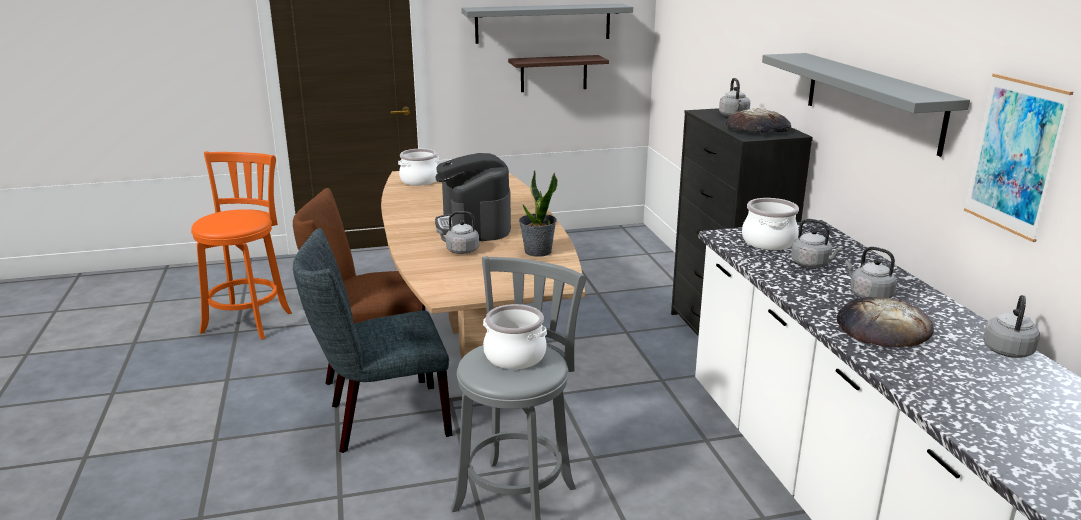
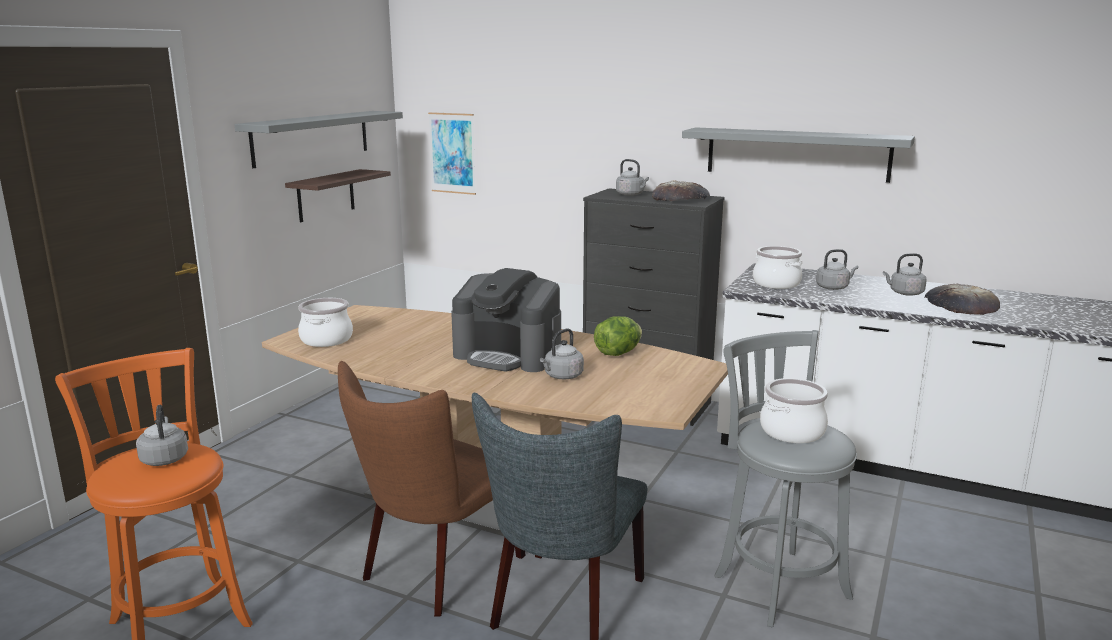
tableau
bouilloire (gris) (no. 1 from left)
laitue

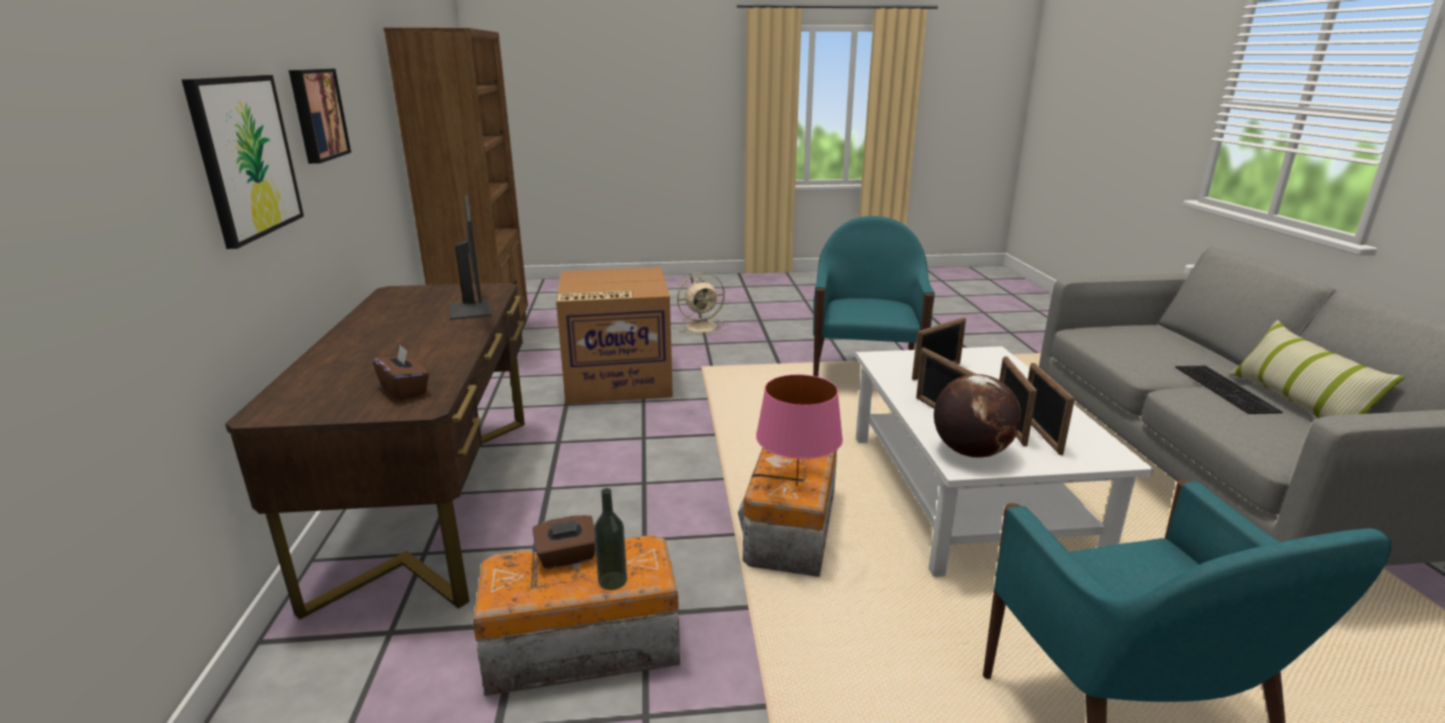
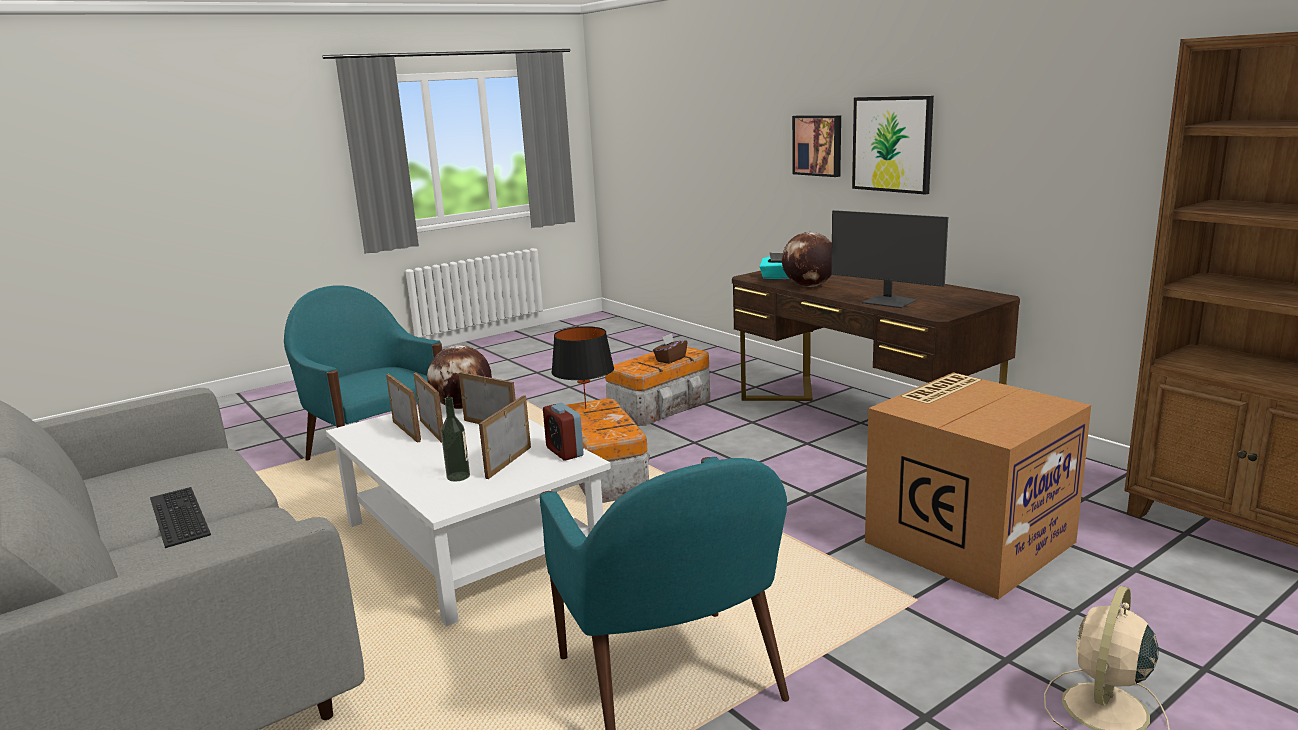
coussin
réveil
globe (no. 2 from left)
tableau (no. 1 from left)
bouteille
boîte à mouchoirs (turquoise)
lampe de table (noir)

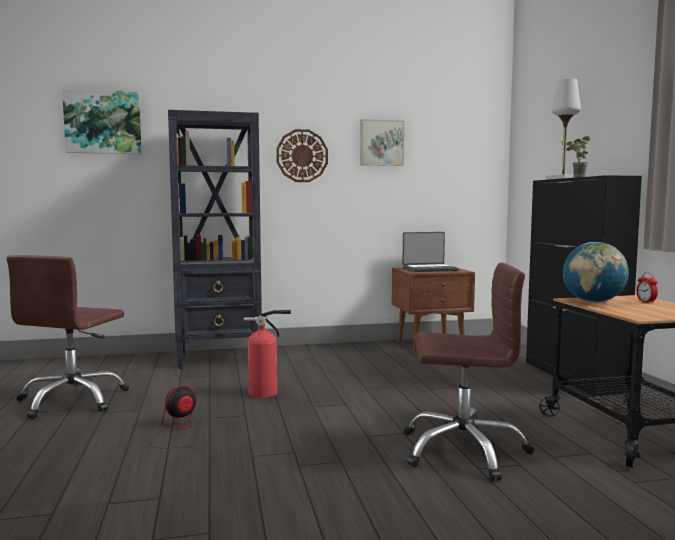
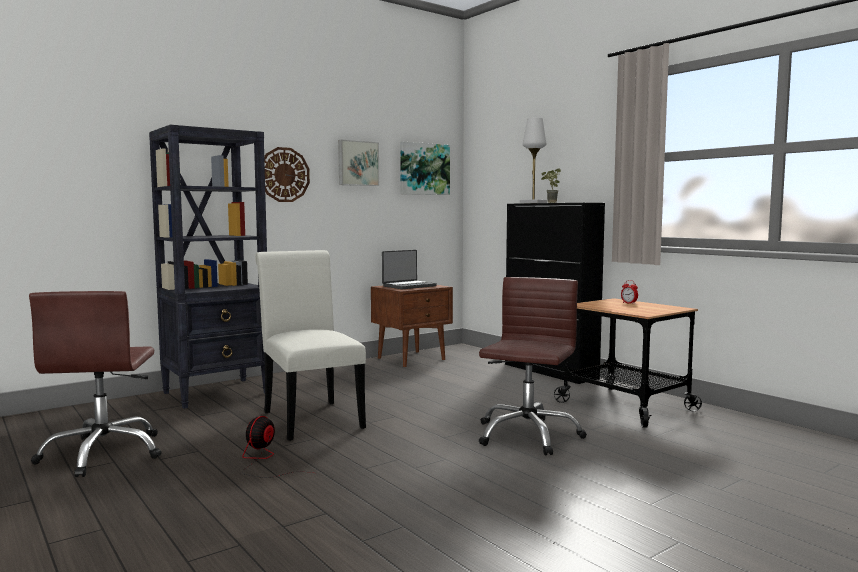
globe
tableau (no. 2 from left)
chaise (blanc)
chaise de bureau (marron) (no. 2 from left)

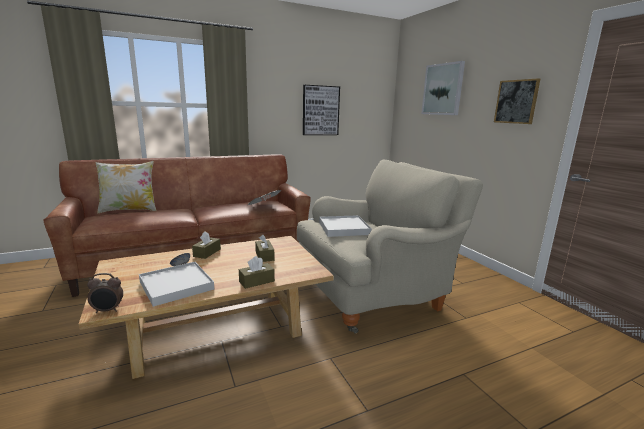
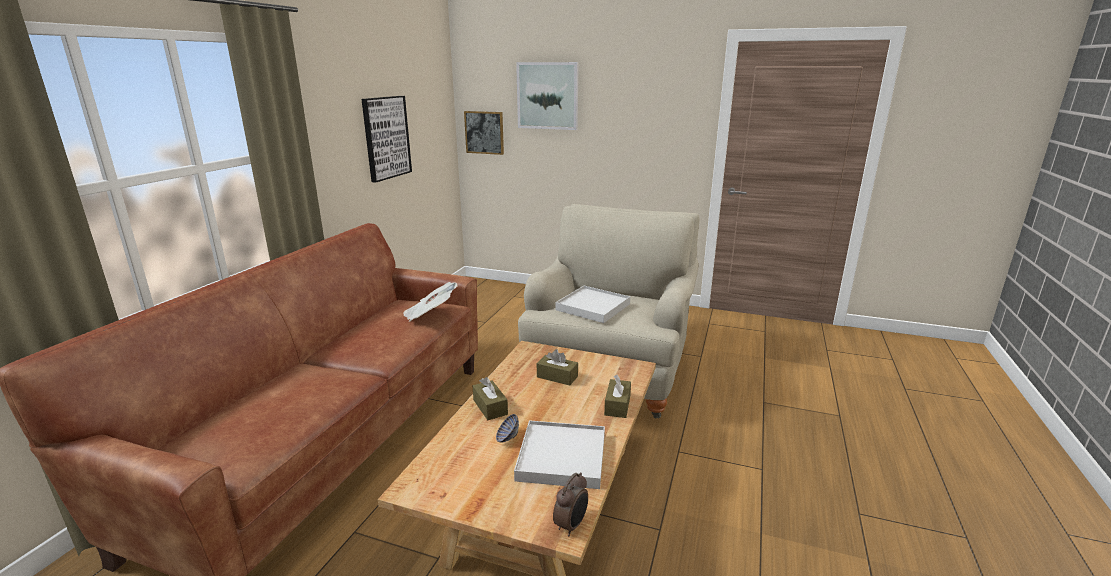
coussin
tableau (no. 2 from left)

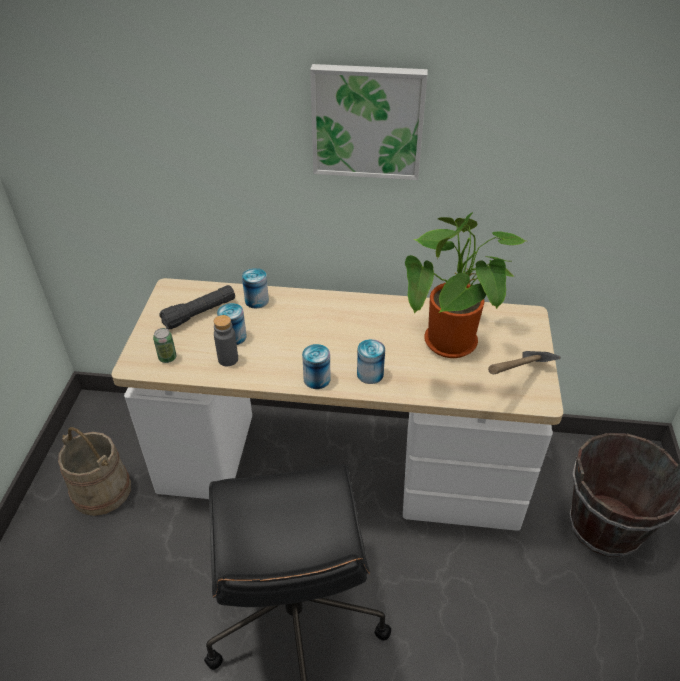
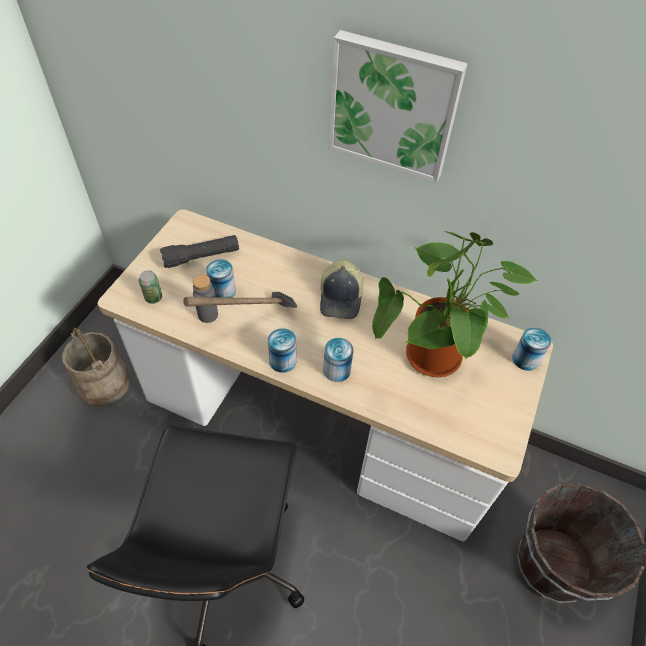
casquette
boîte métallique (no. 5 from left)
marteau

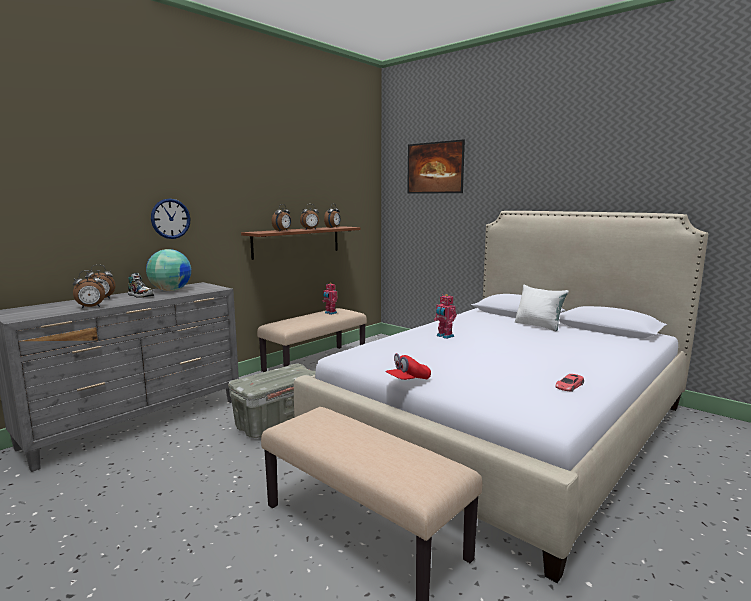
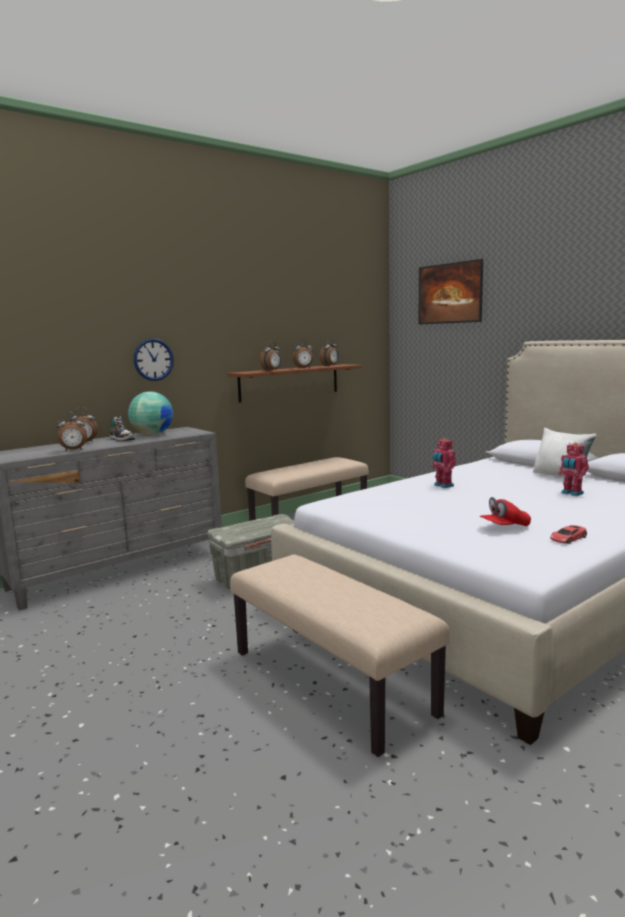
robot jouet (no. 2 from left)
casquette (rouge)

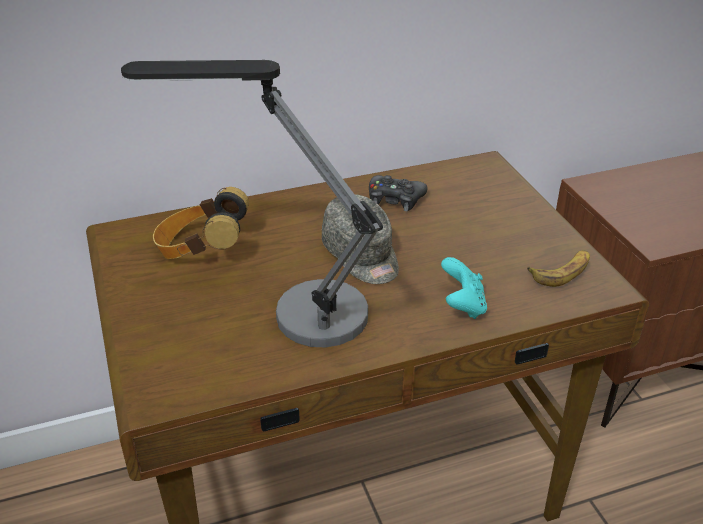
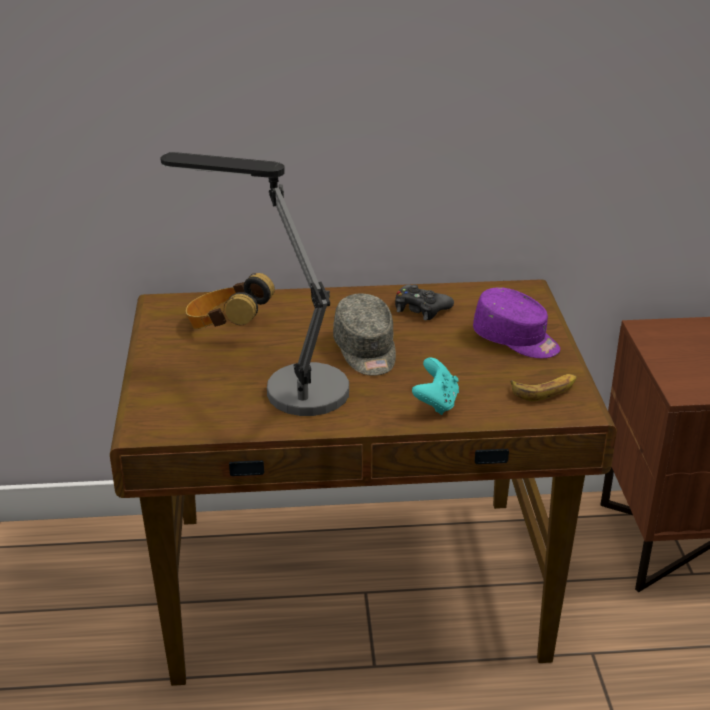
casquette (violet)

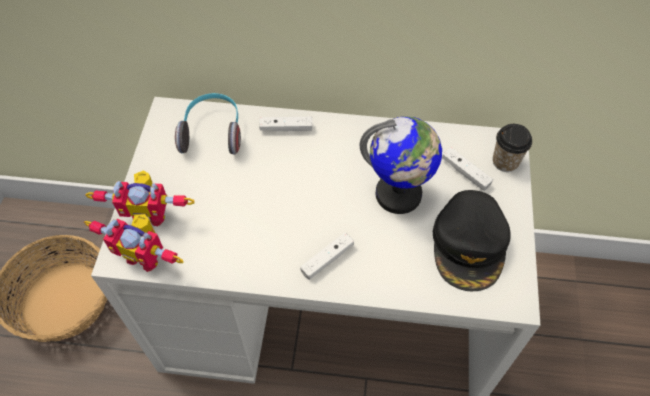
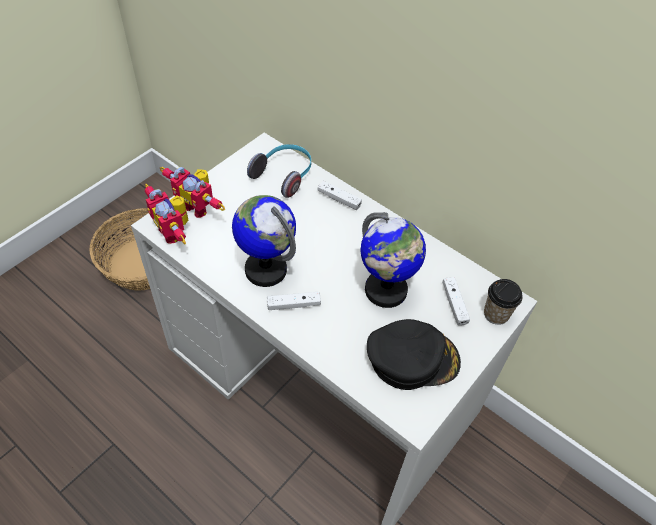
globe (no. 1 from left)
casquette (noir)

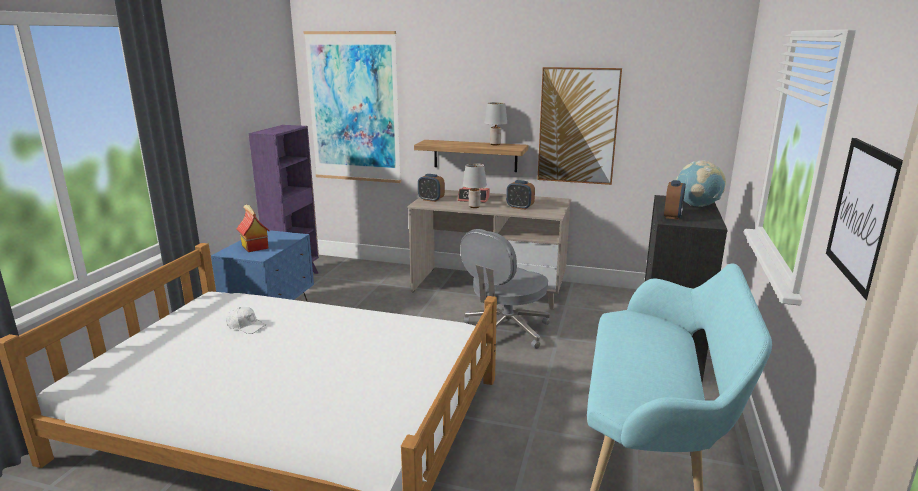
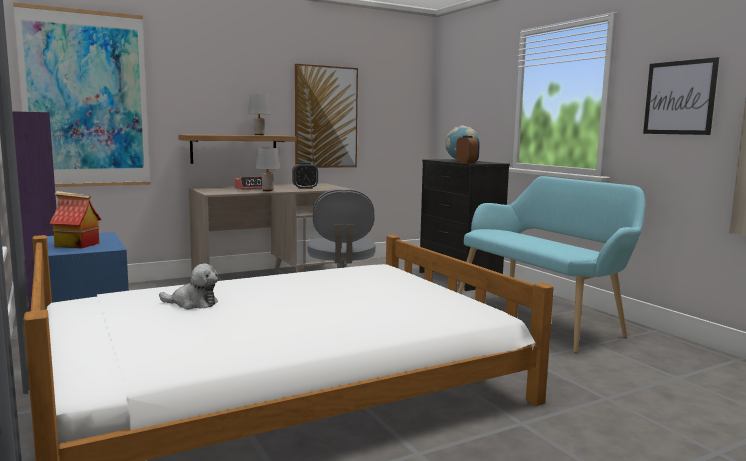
réveil (no. 1 from left in the first image)
peluche

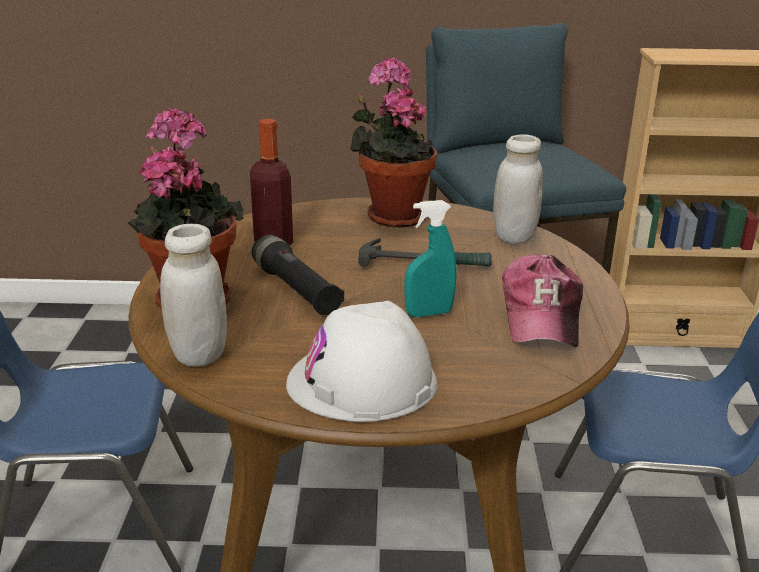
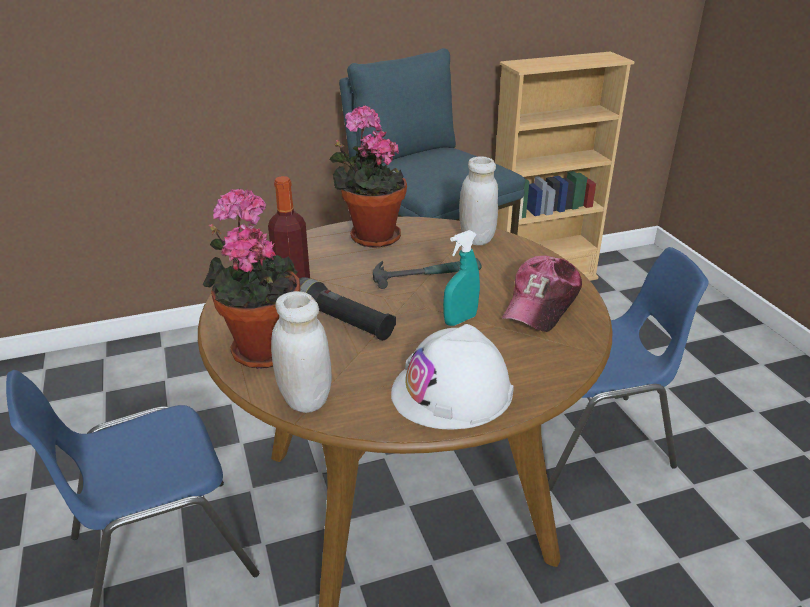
casquette

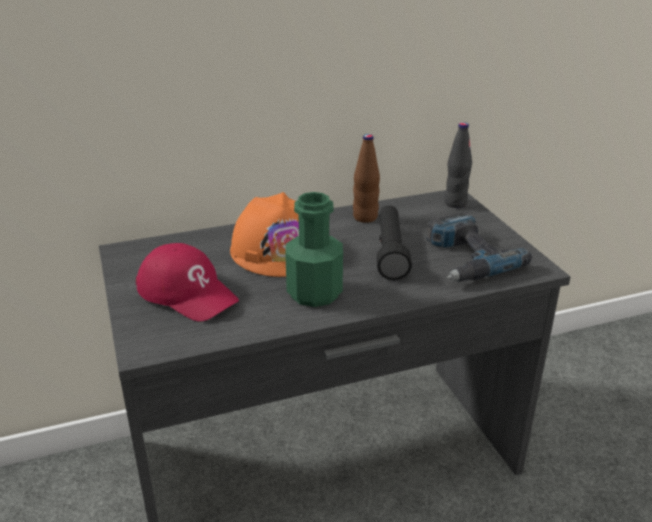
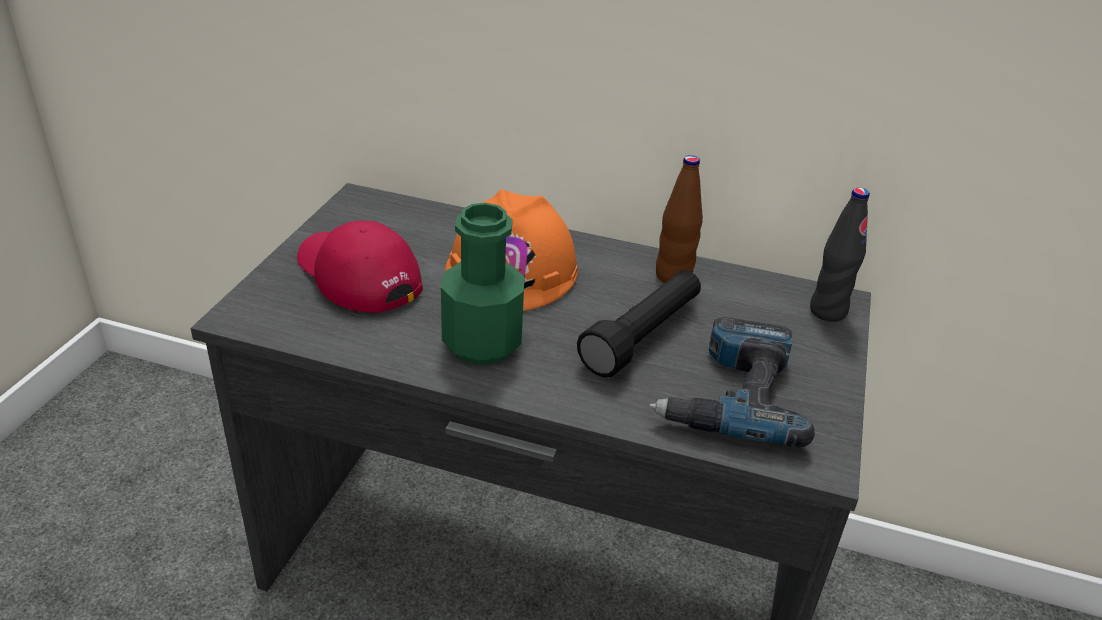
casquette (rouge)

